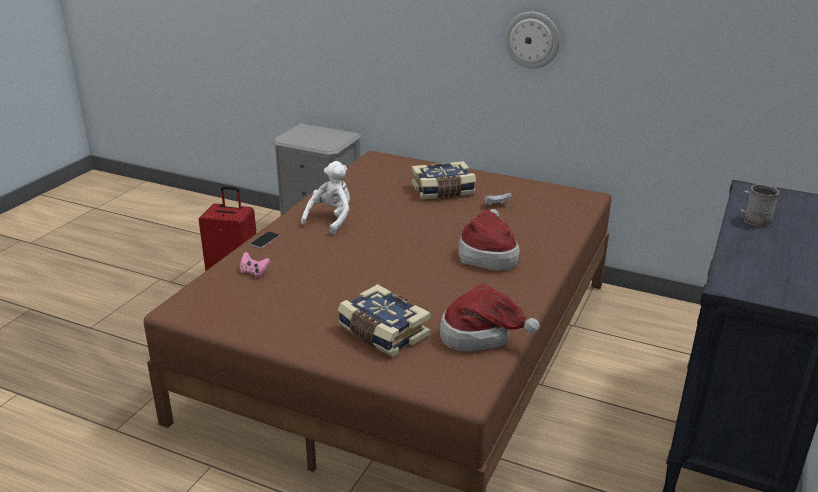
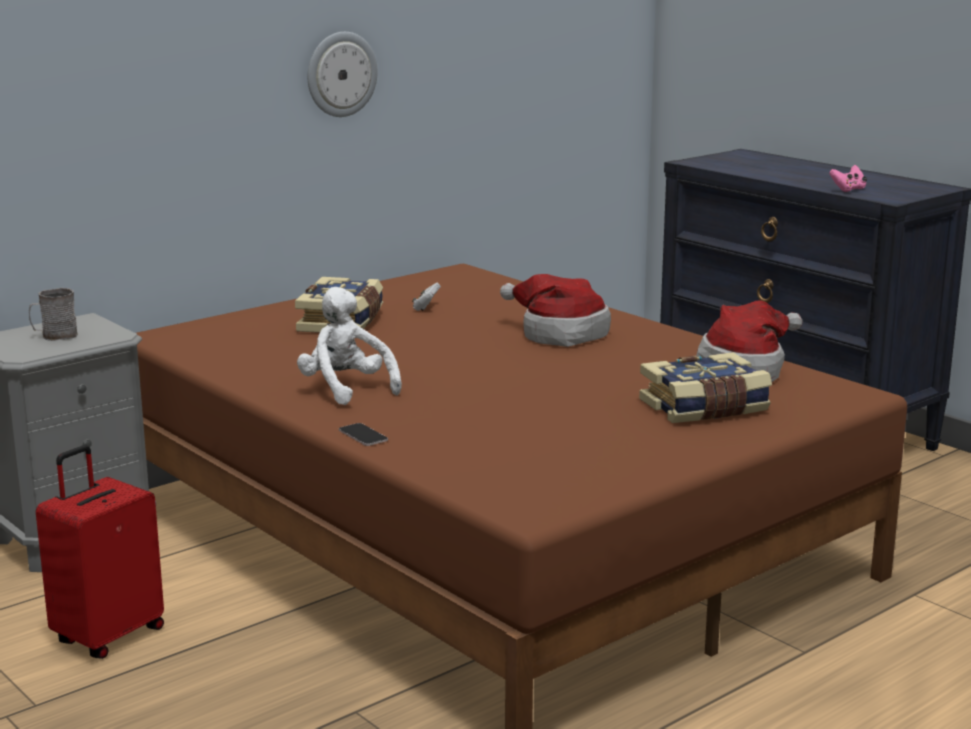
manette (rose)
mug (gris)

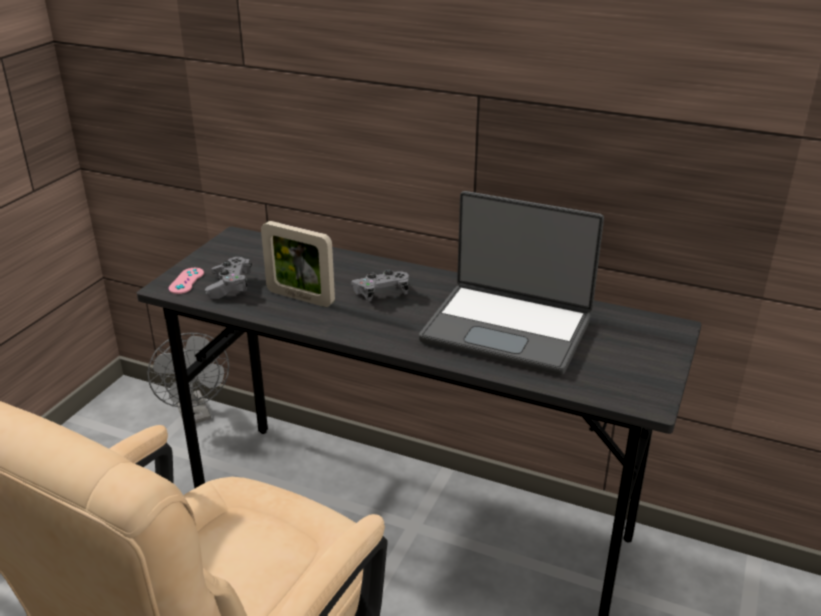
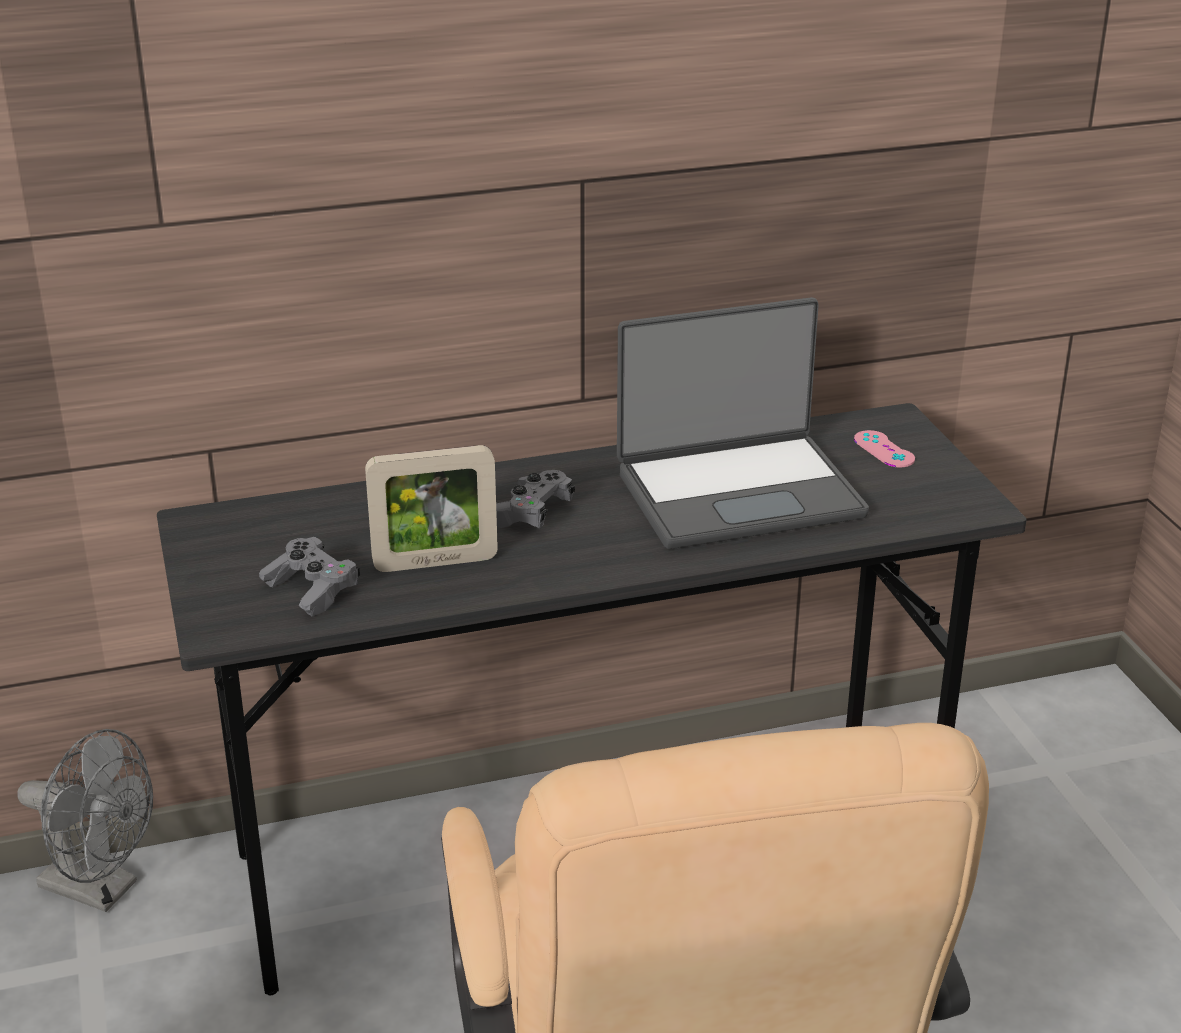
manette (rose)

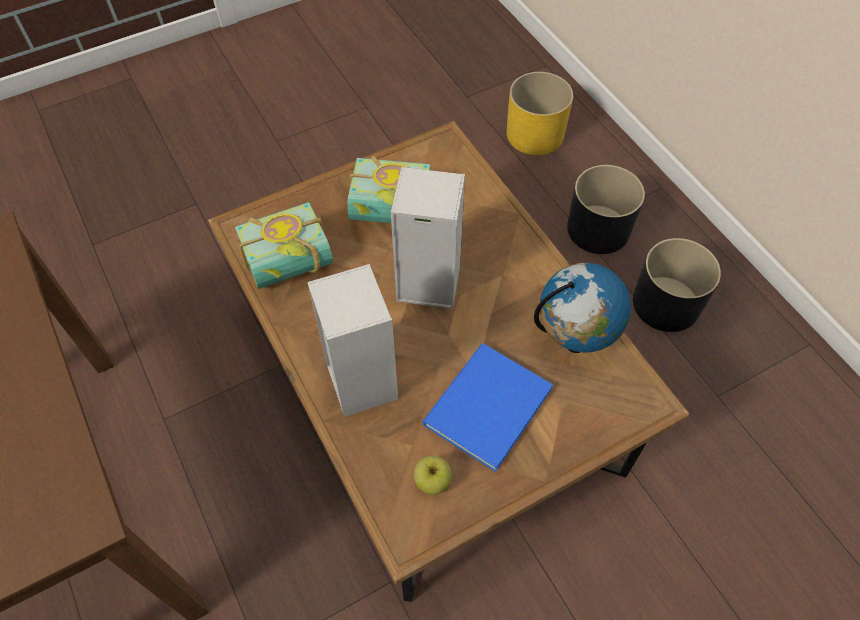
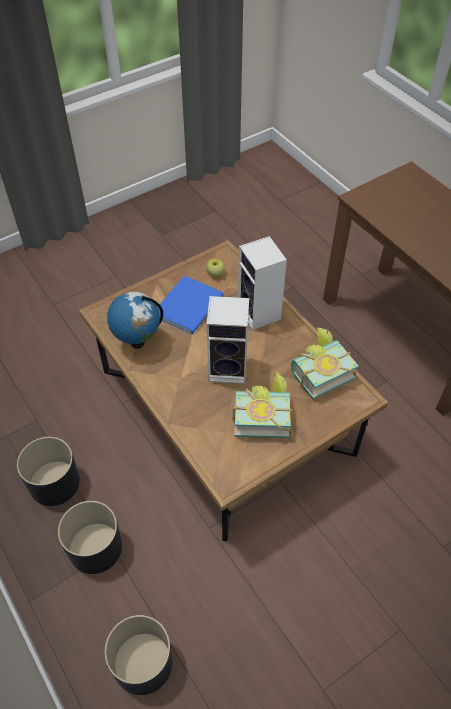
cache-pot (noir) (no. 3 from left)

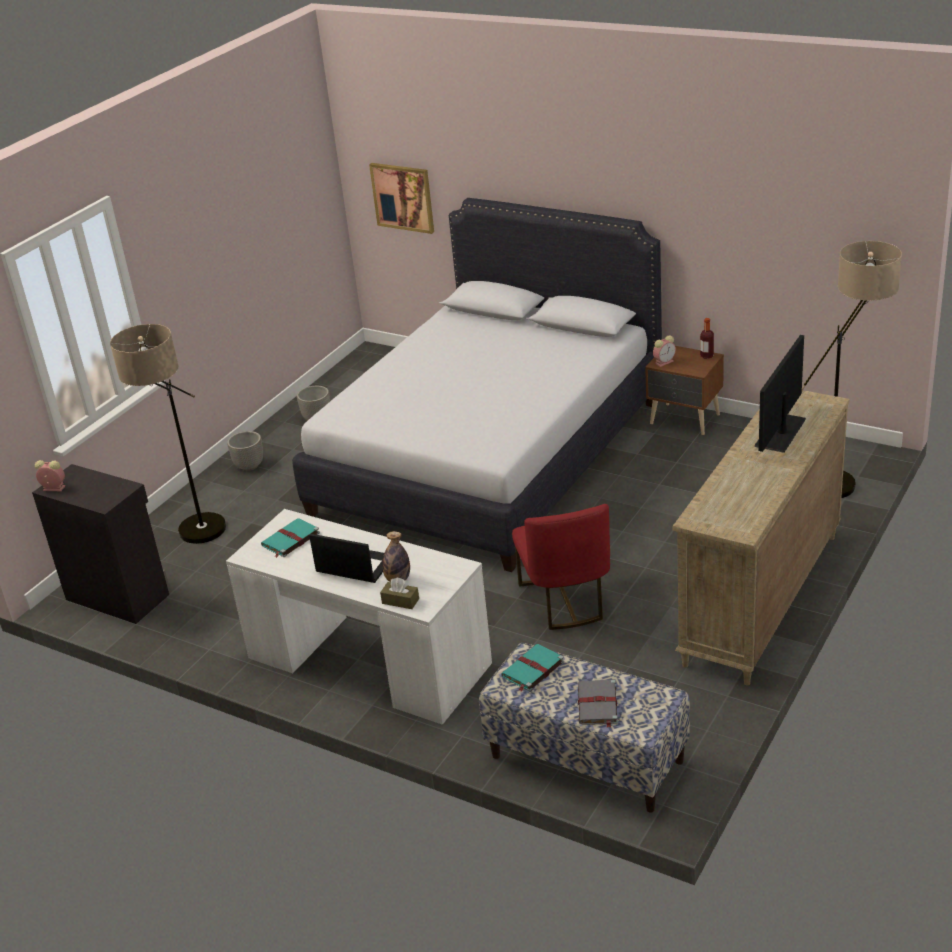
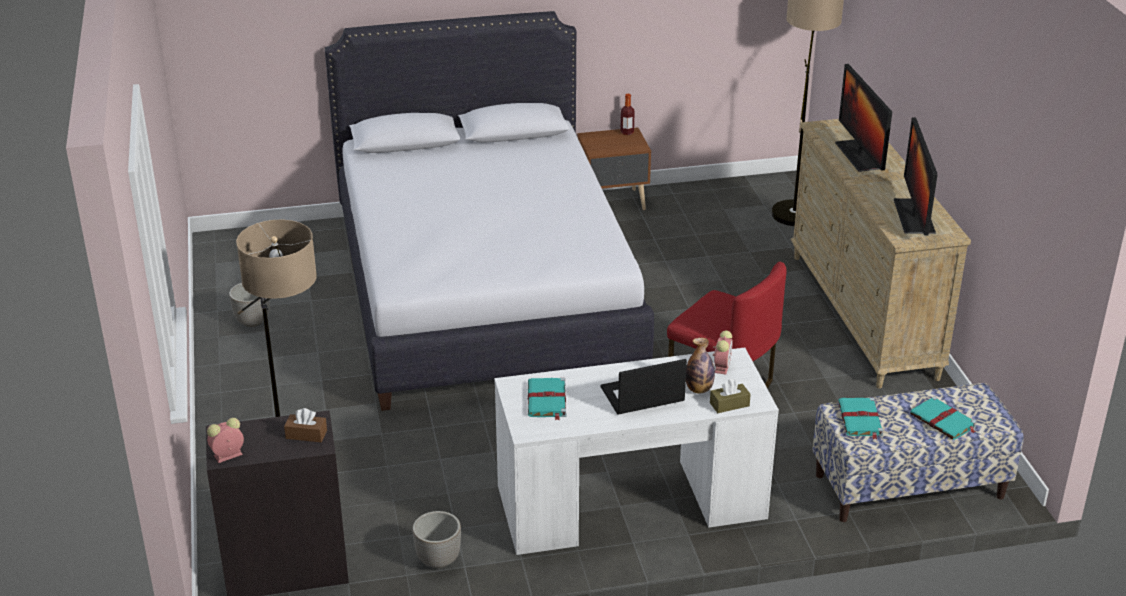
tableau
boîte à mouchoirs (marron) (no. 1 from left)
écran d'ordinateur (no. 2 from left)
cache-pot (no. 2 from left)
réveil (no. 2 from left)
livre (turquoise) (no. 3 from left)

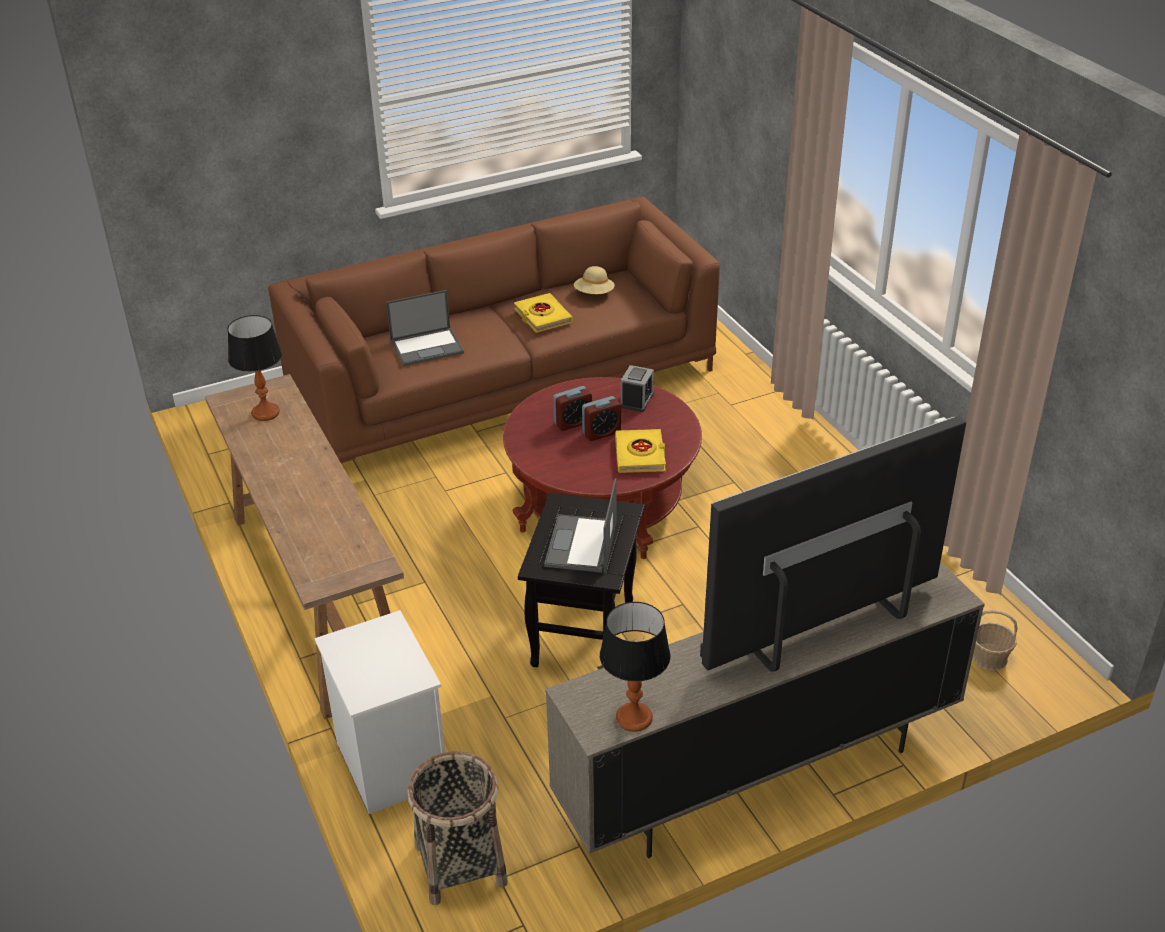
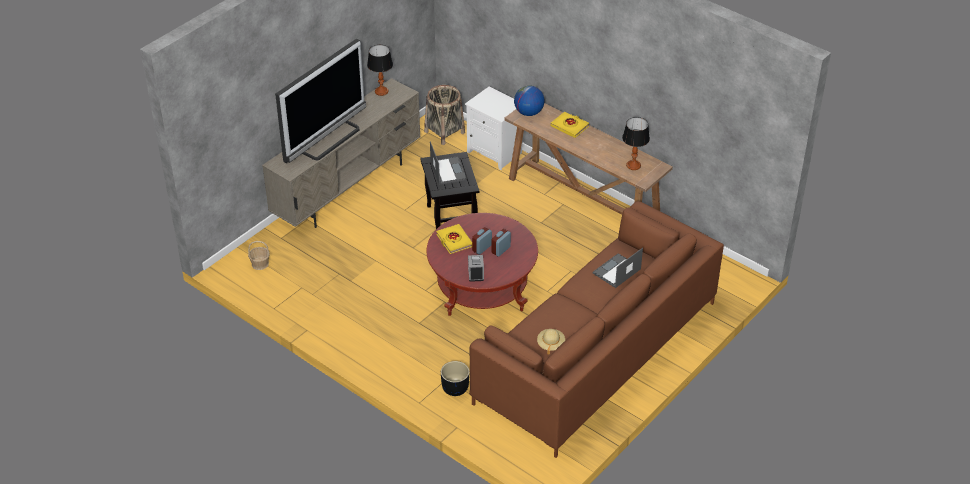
cache-pot (noir)
globe
livre (jaune) (no. 2 from left)

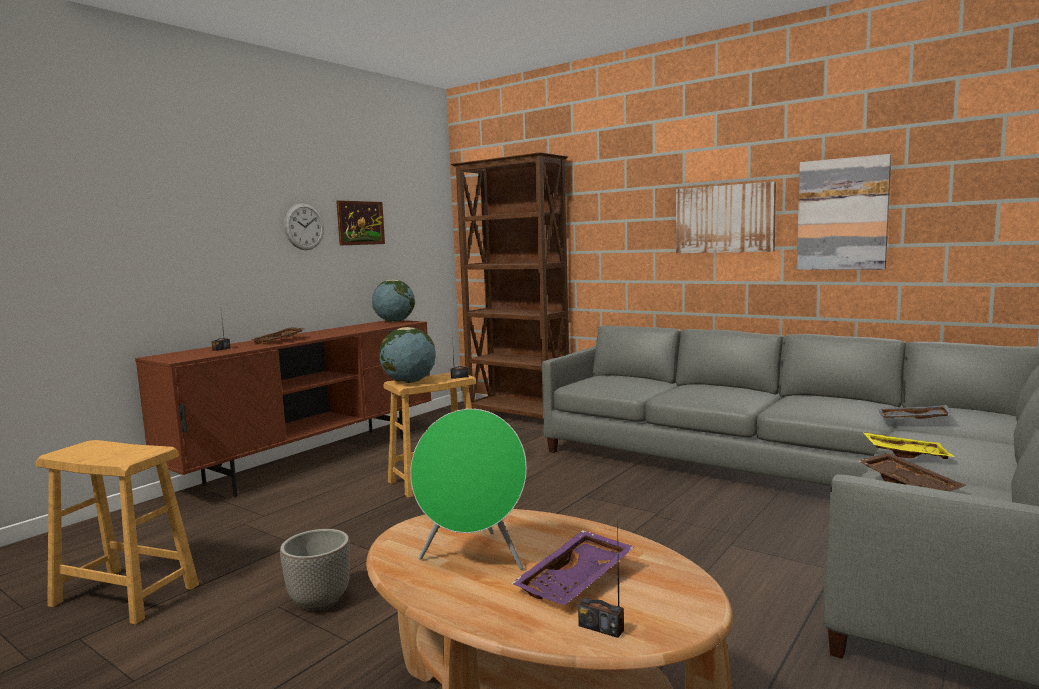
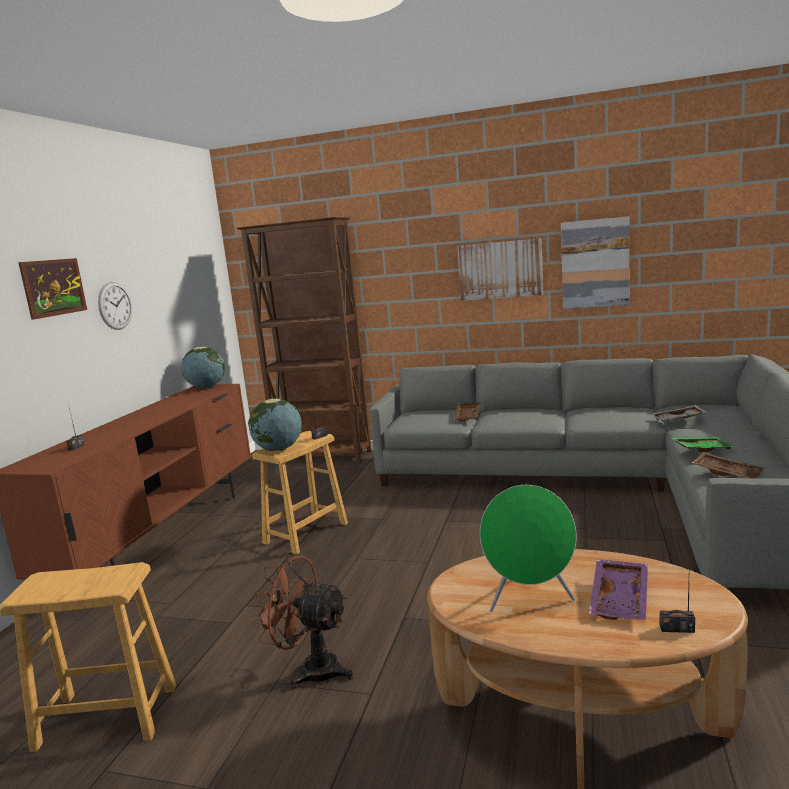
plateau (marron) (no. 1 from left)
tableau (no. 1 from left)
ventilateur (marron)
plateau (vert)

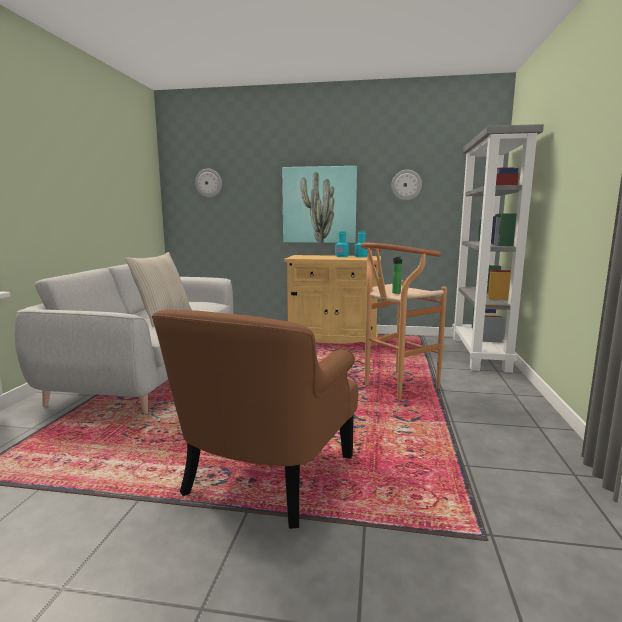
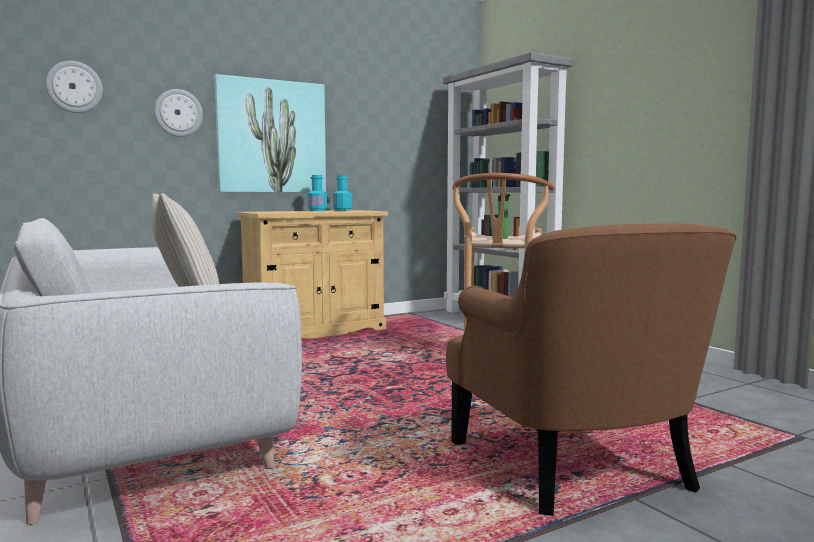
horloge murale (no. 2 from left)

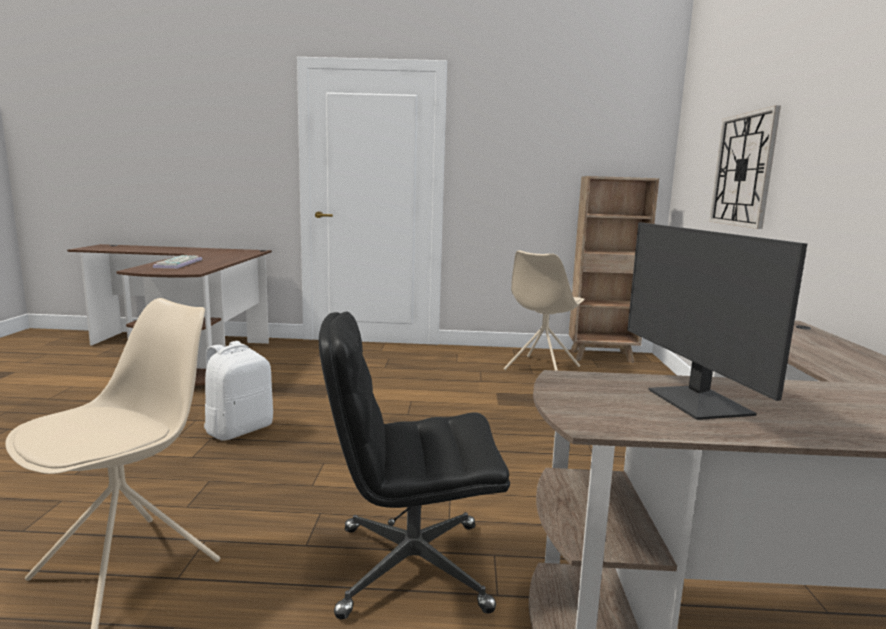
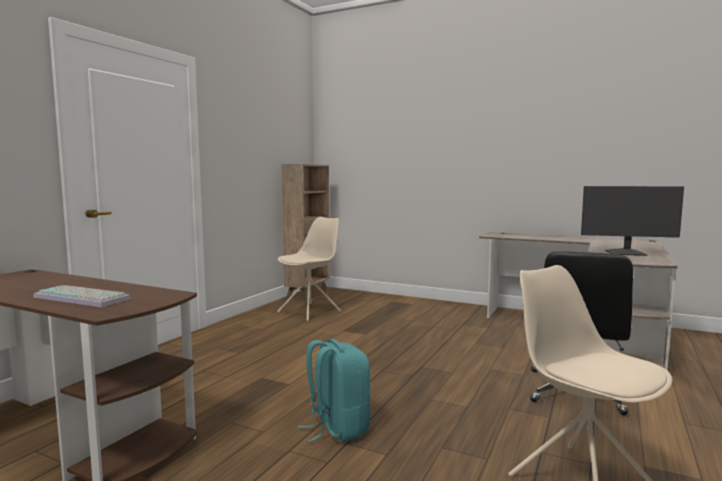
horloge murale
sac à dos (turquoise)
chaise (beige) (no. 1 from left)

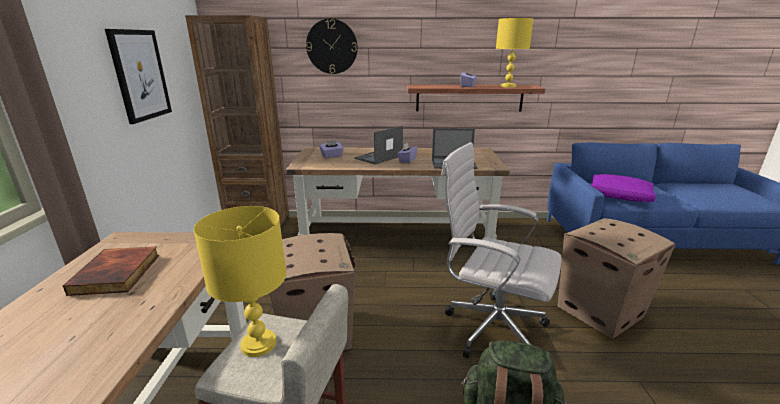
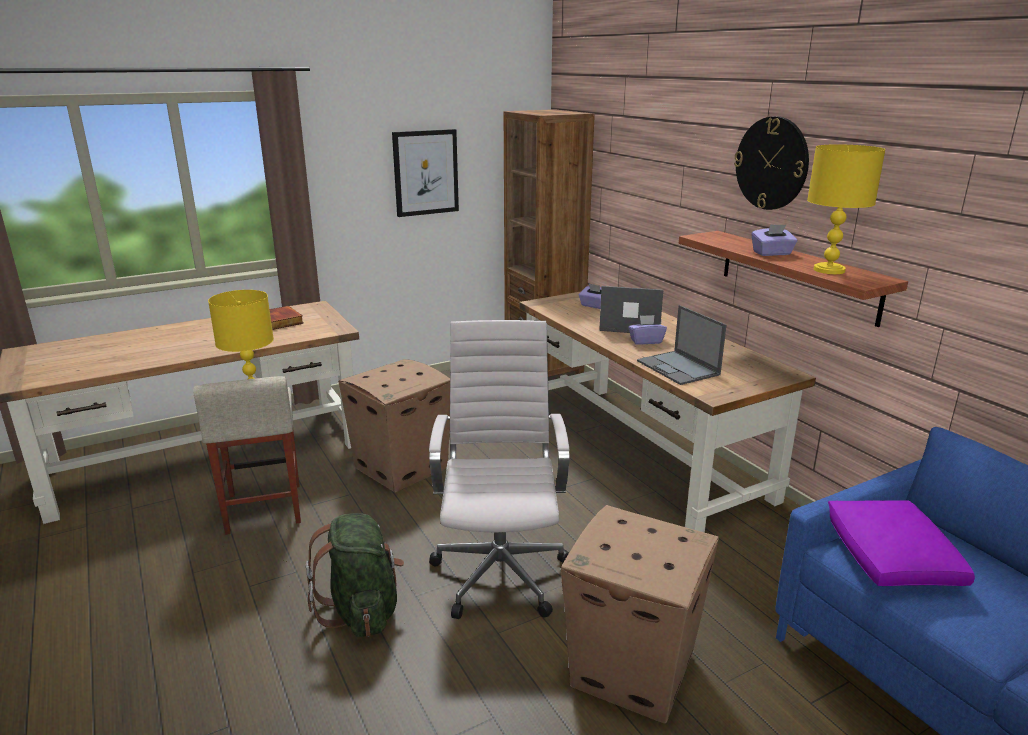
horloge murale

